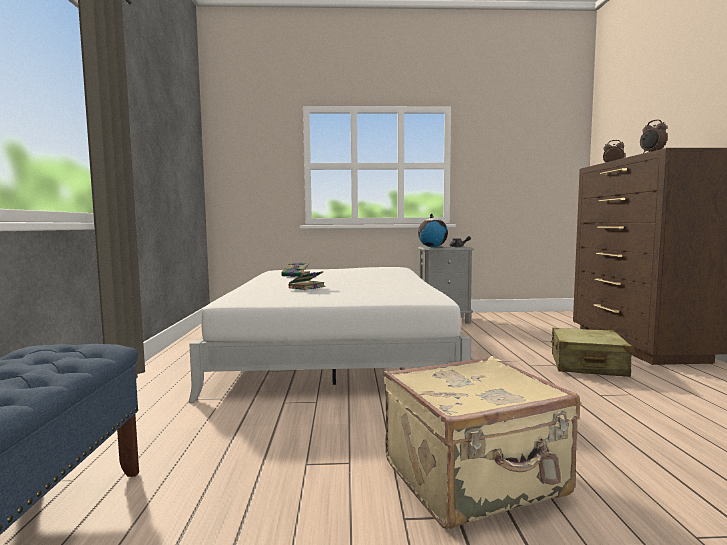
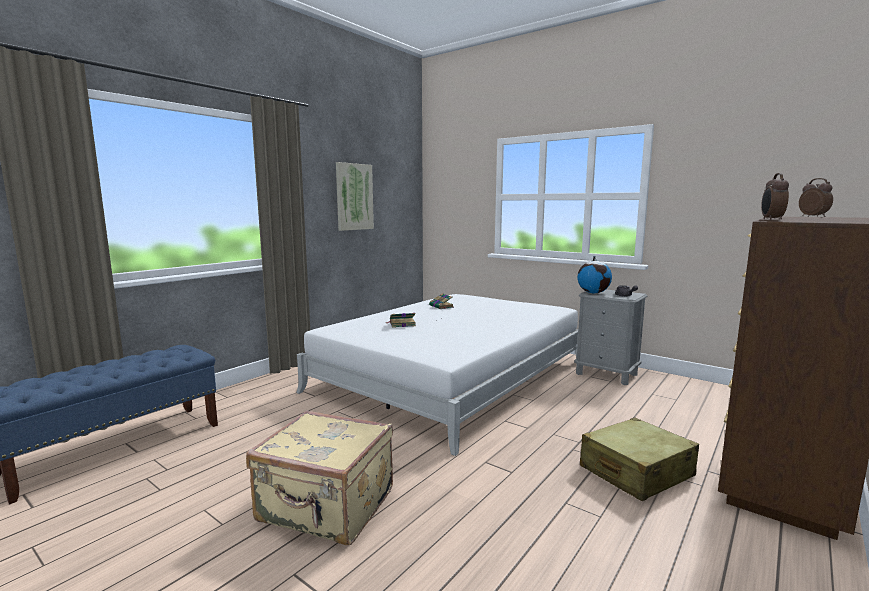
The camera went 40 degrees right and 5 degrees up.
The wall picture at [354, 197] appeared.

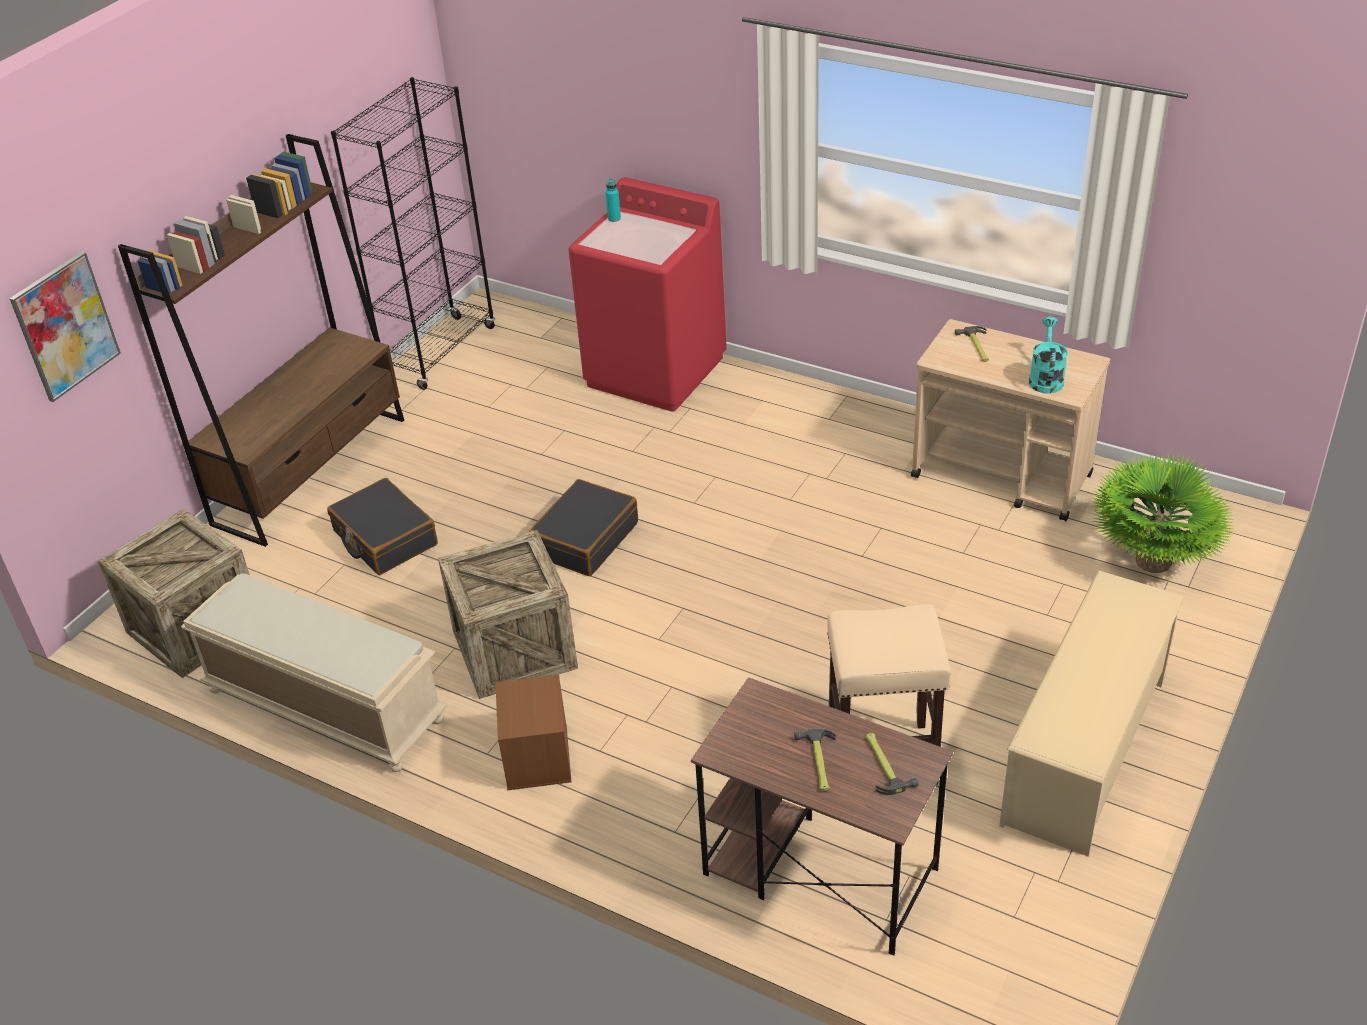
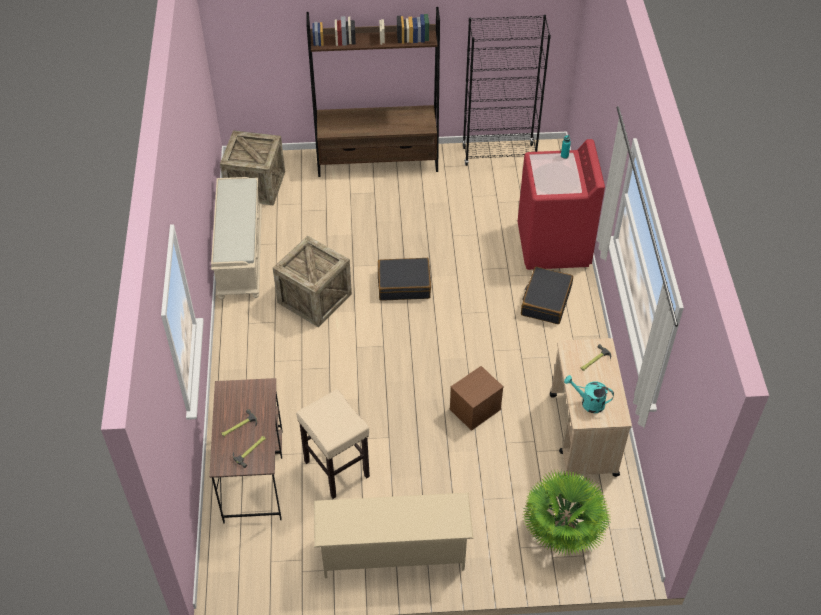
The camera went 55 degrees right and 10 degrees up.
The wall picture at [65, 326] disappeared.
The turquoise watering pot at [1045, 378] turned 135 degrees counterclockwise.
The black suitcase moved from [384, 538] to [545, 301].
The brown storage box moved from [538, 757] to [475, 410].

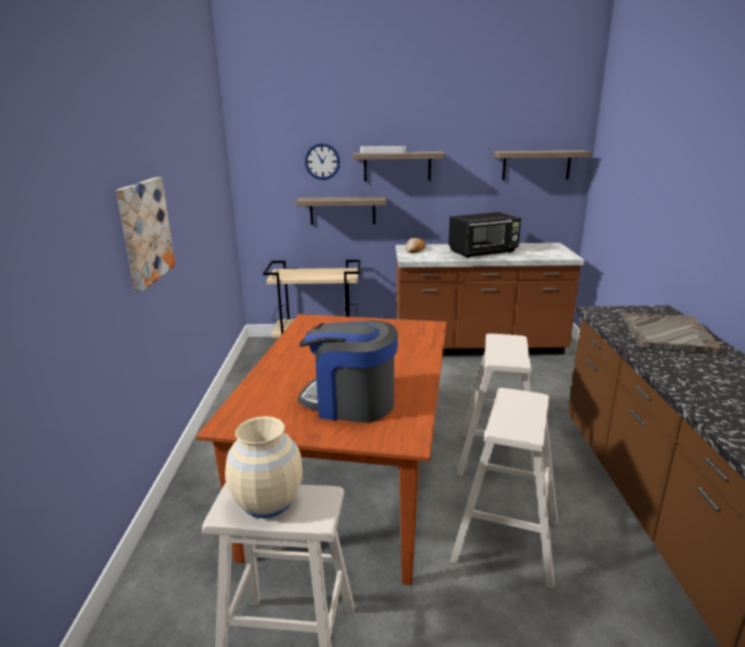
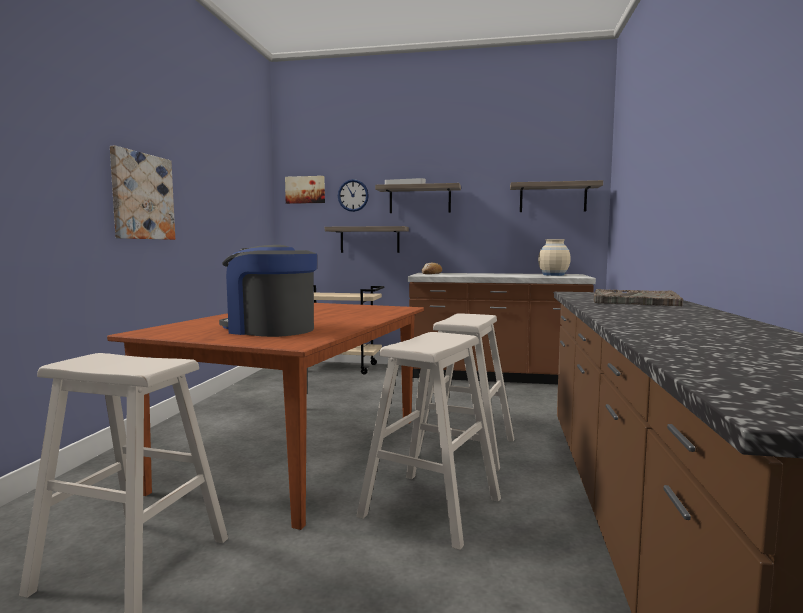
The camera went 10 degrees right and 15 degrees down.
The black kitchen microwave at [483, 252] disappeared.
The sand-coloured flower vase moved from [267, 501] to [553, 275].
The wall picture at [305, 190] appeared.

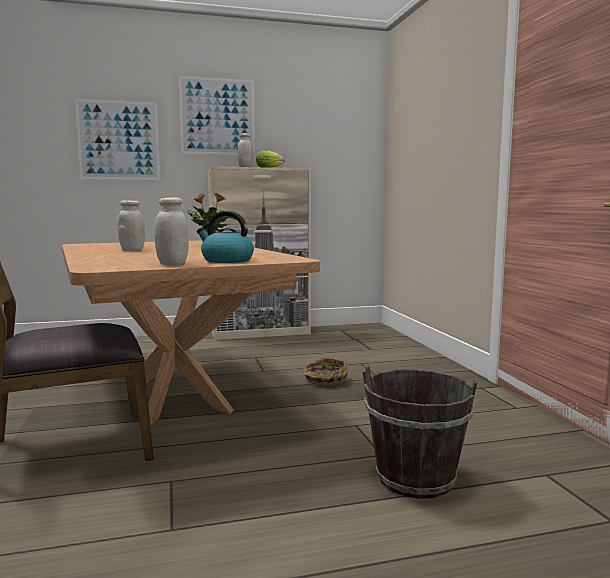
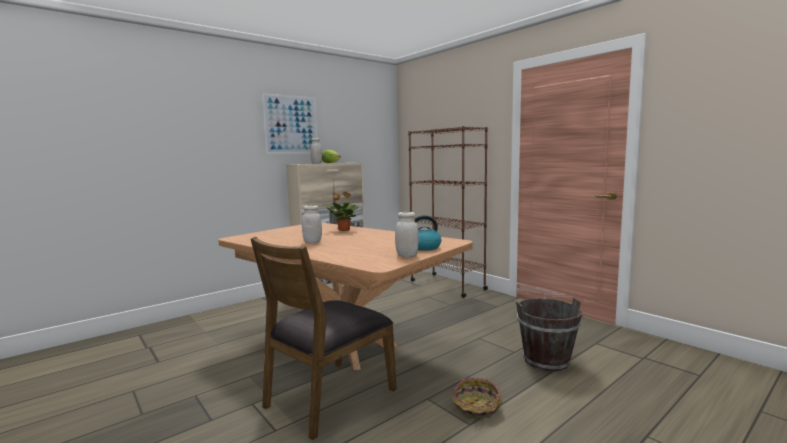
The camera went 25 degrees left and 0 degrees up.
The wall picture at [118, 140] disappeared.
The basket moved from [324, 380] to [476, 407].
The brown bookcase at [447, 285] appeared.

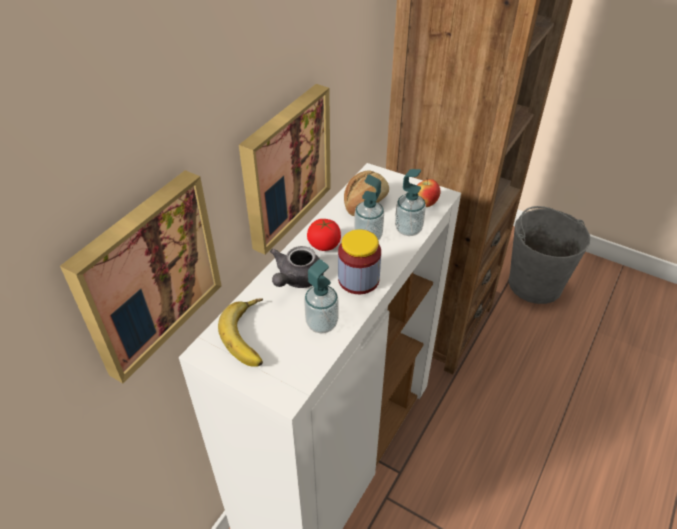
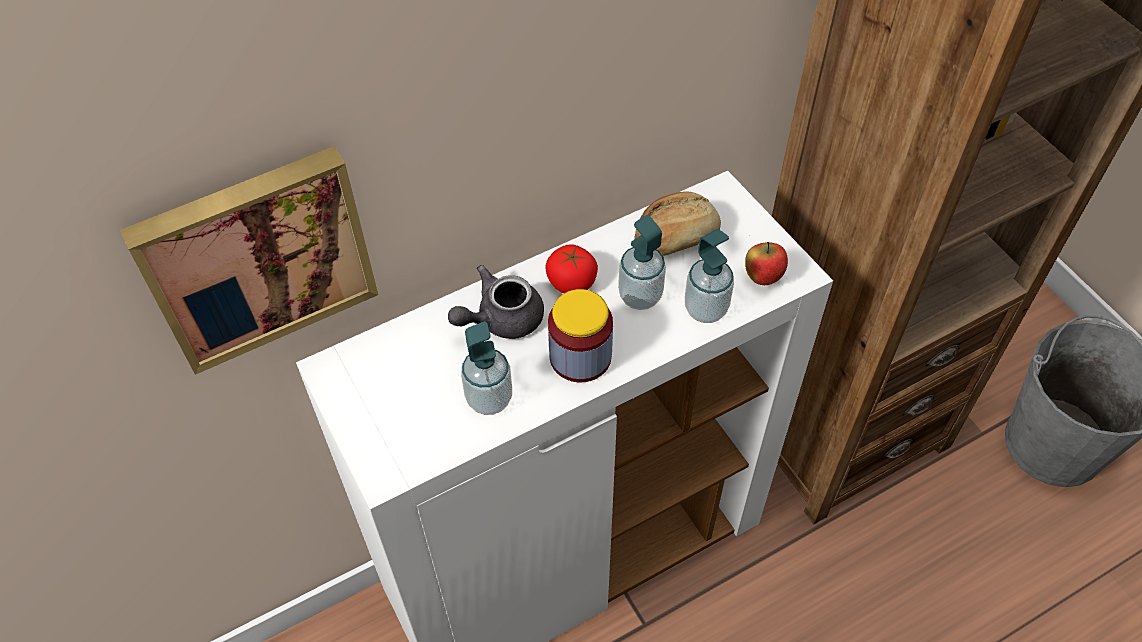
The camera went 30 degrees right and 10 degrees up.
The wall picture at [284, 167] disappeared.
The banana at [251, 335] disappeared.

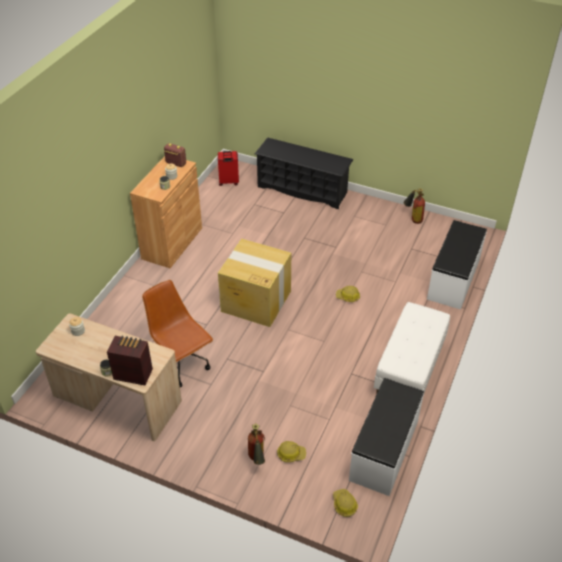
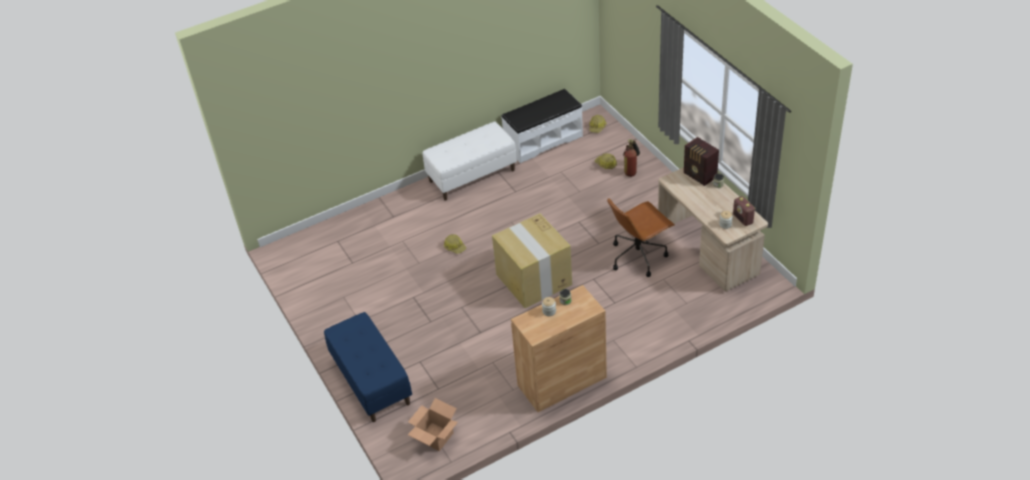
The camera went 140 degrees left and 0 degrees up.
The black shoe rack at [303, 190] was replaced by the bluish bench at [371, 381].
The radio moved from [175, 163] to [743, 219].
The red suitcase at [228, 182] was replaced by the cardboard box at [436, 436].
The fire extinguisher at [413, 218] disappeared.
The white bench at [454, 279] disappeared.
The brown desk chair at [181, 364] turned 60 degrees clockwise.

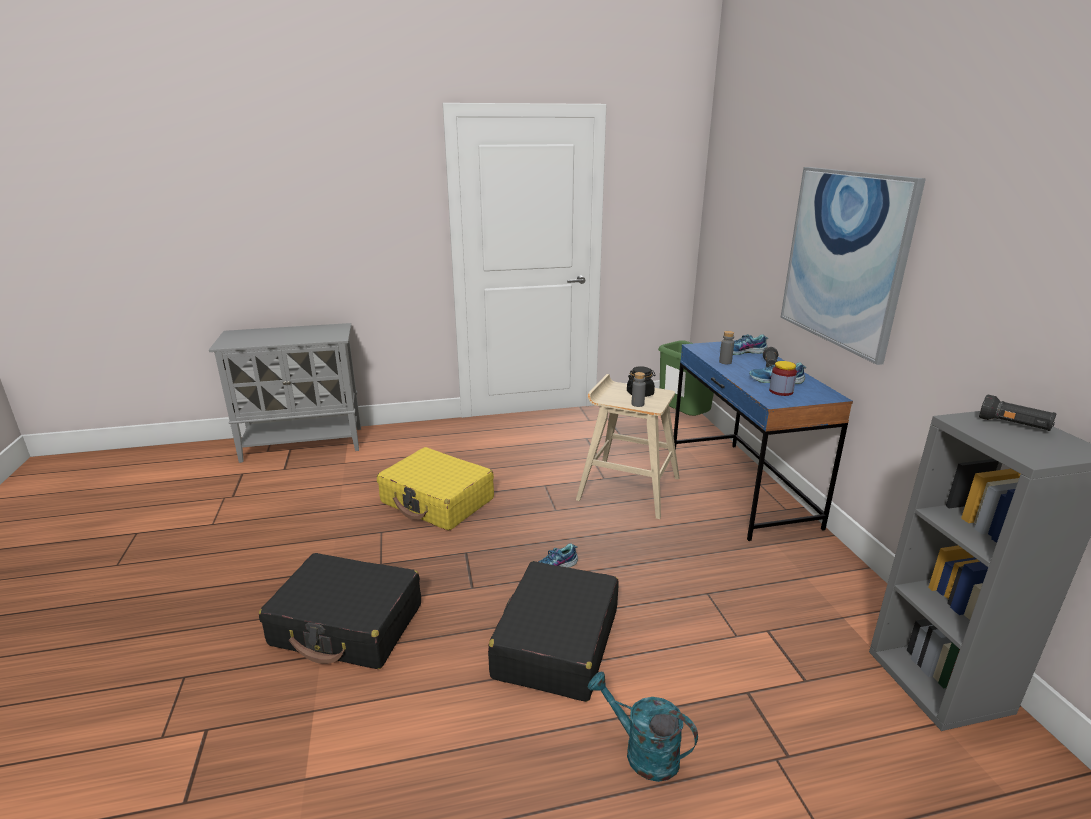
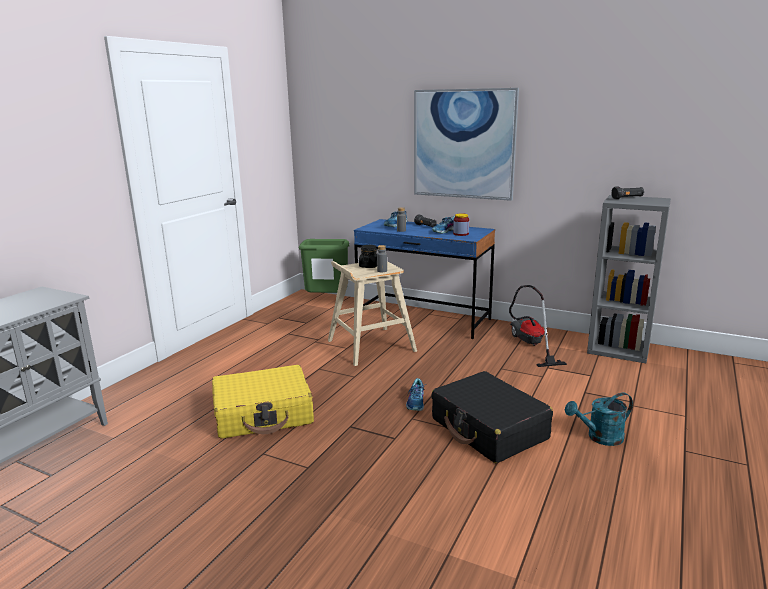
The camera went 50 degrees left and 5 degrees down.
The black suitcase at [347, 625] disappeared.
The vacuum cleaner at [529, 345] appeared.

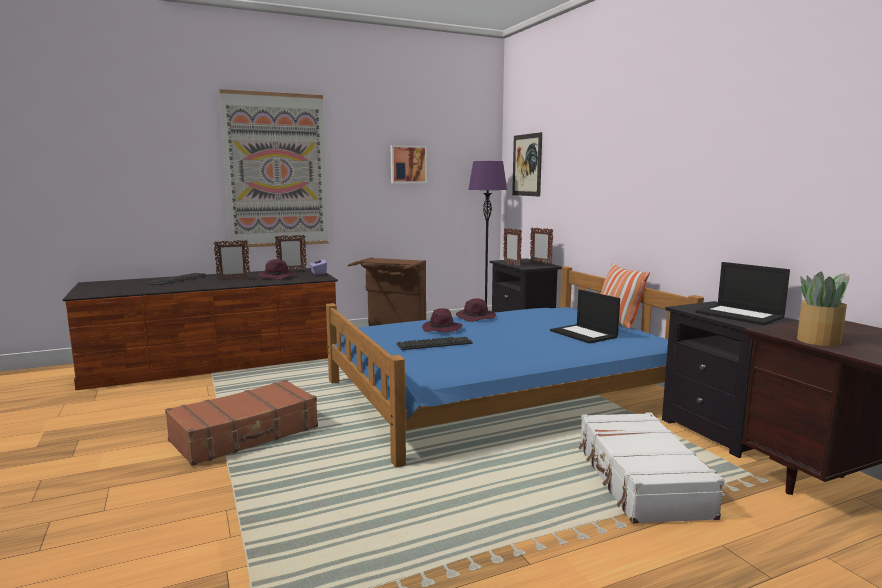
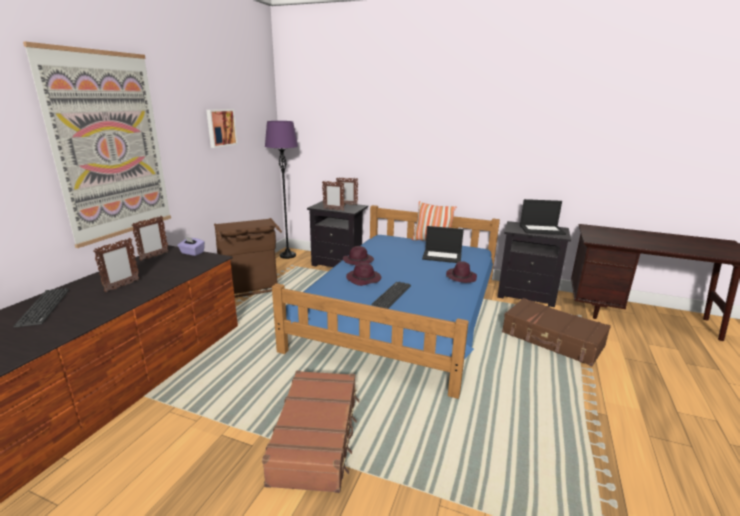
The camera went 45 degrees left and 10 degrees up.
The wall picture at [527, 165] disappeared.
The purplish wearable hat moved from [277, 277] to [460, 277].
The plant in a pot at [819, 340] disappeared.
The white suitcase at [640, 480] became the brown suitcase at [552, 339].

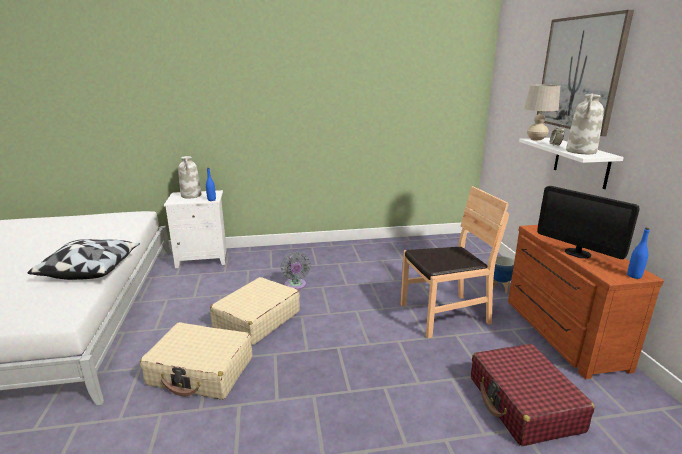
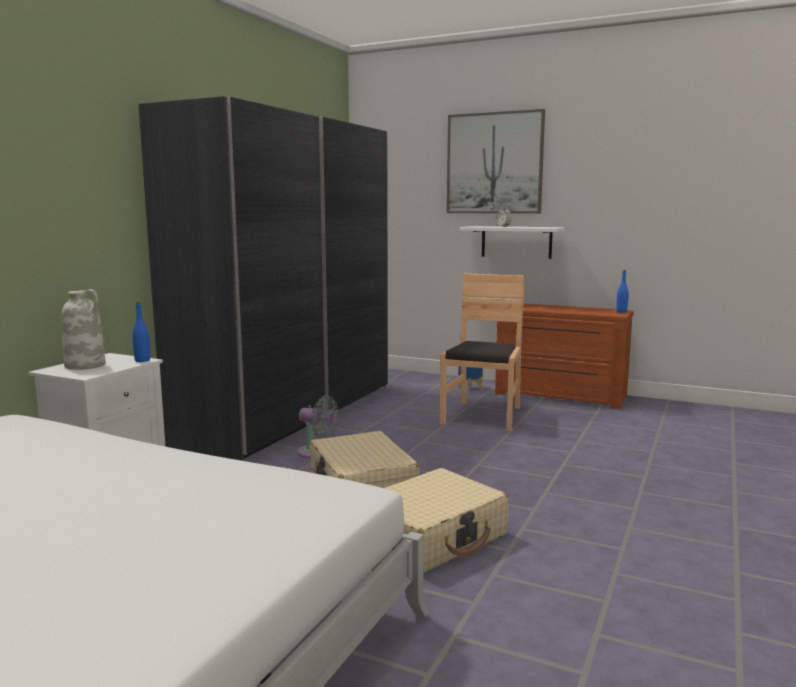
The camera went 55 degrees left and 10 degrees down.
The sand-coloured table lamp at [536, 139] disappeared.
The white flower vase at [581, 151] disappeared.
The monitor at [577, 253] disappeared.
The throw pillow at [91, 269] disappeared.
The red suitcase at [524, 404] disappeared.
The gray wardrobe at [290, 413] appeared.

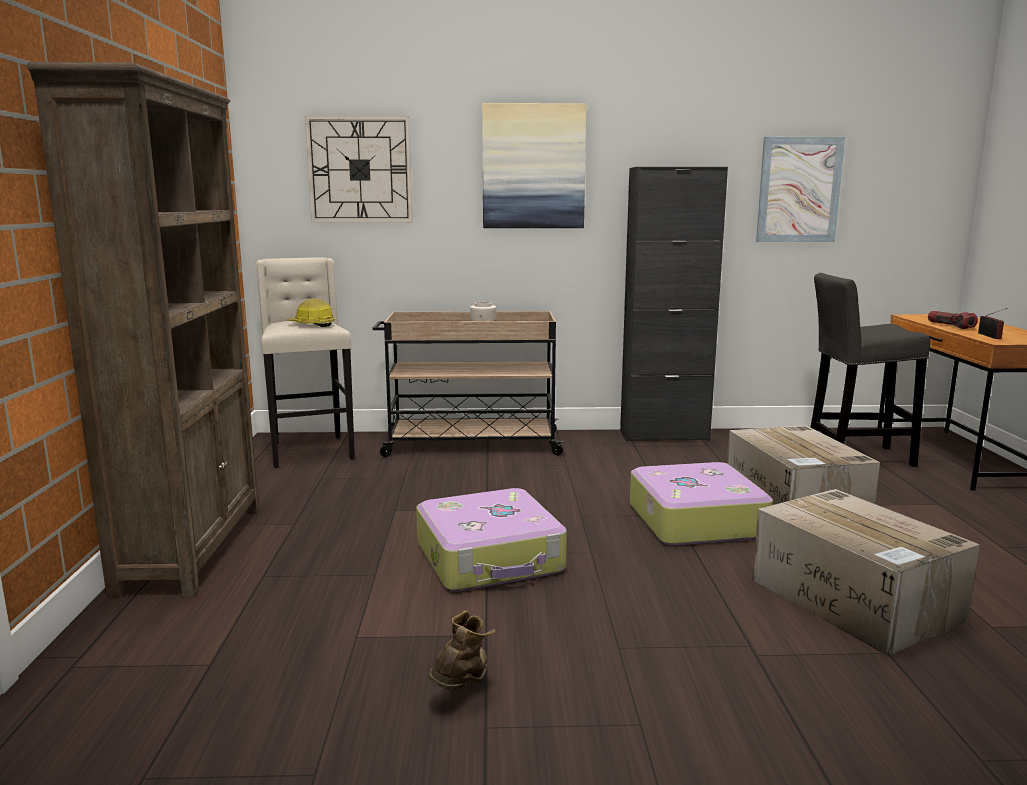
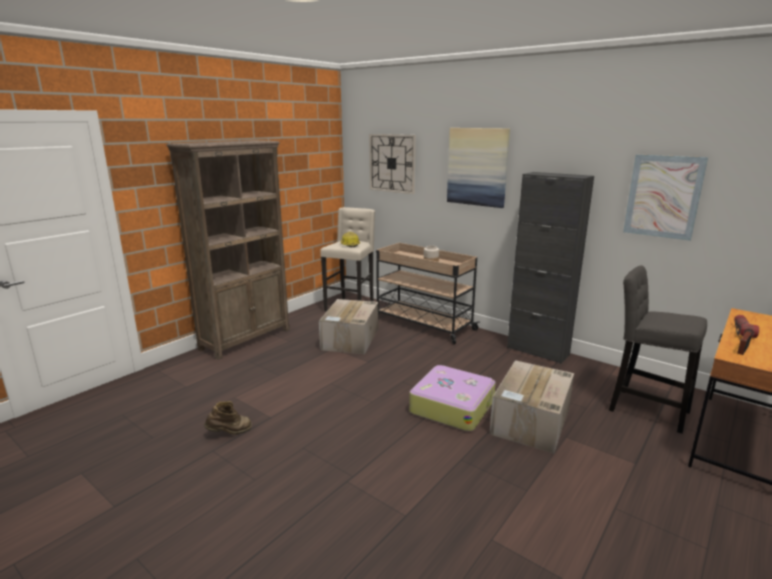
The camera went 40 degrees right and 5 degrees up.
The suitcase at [490, 558] disappeared.
The cardboard box moved from [856, 600] to [350, 339].

